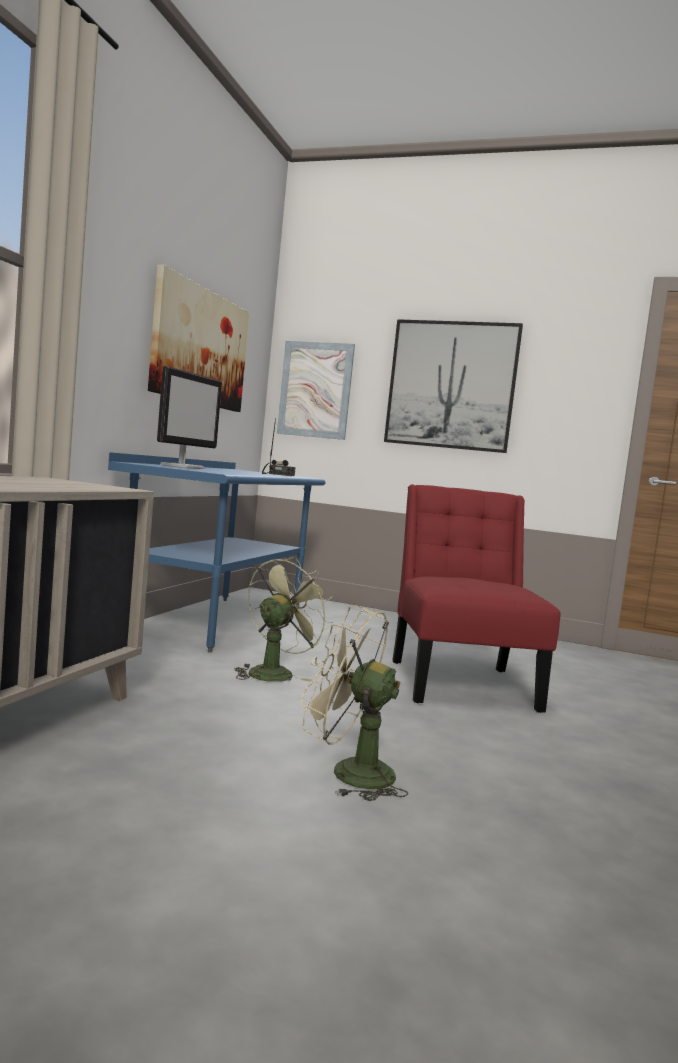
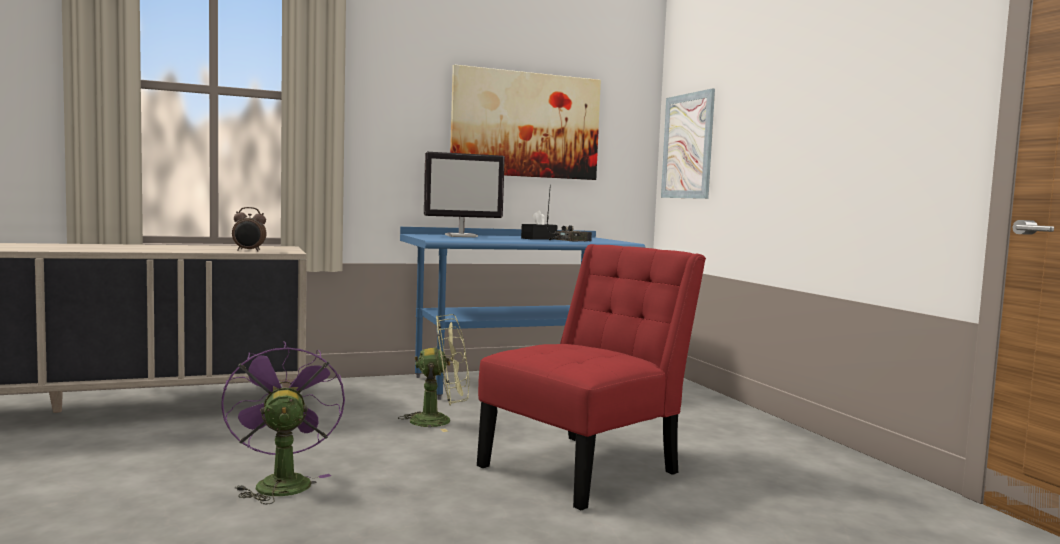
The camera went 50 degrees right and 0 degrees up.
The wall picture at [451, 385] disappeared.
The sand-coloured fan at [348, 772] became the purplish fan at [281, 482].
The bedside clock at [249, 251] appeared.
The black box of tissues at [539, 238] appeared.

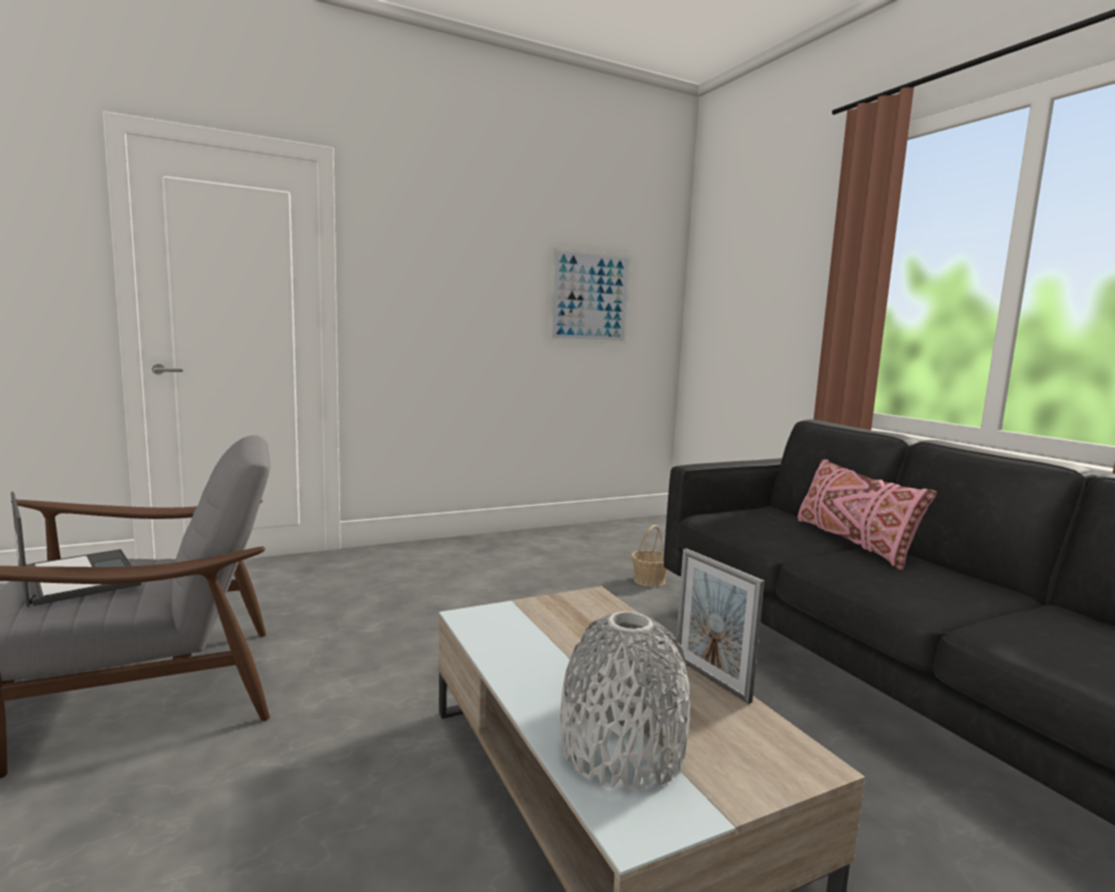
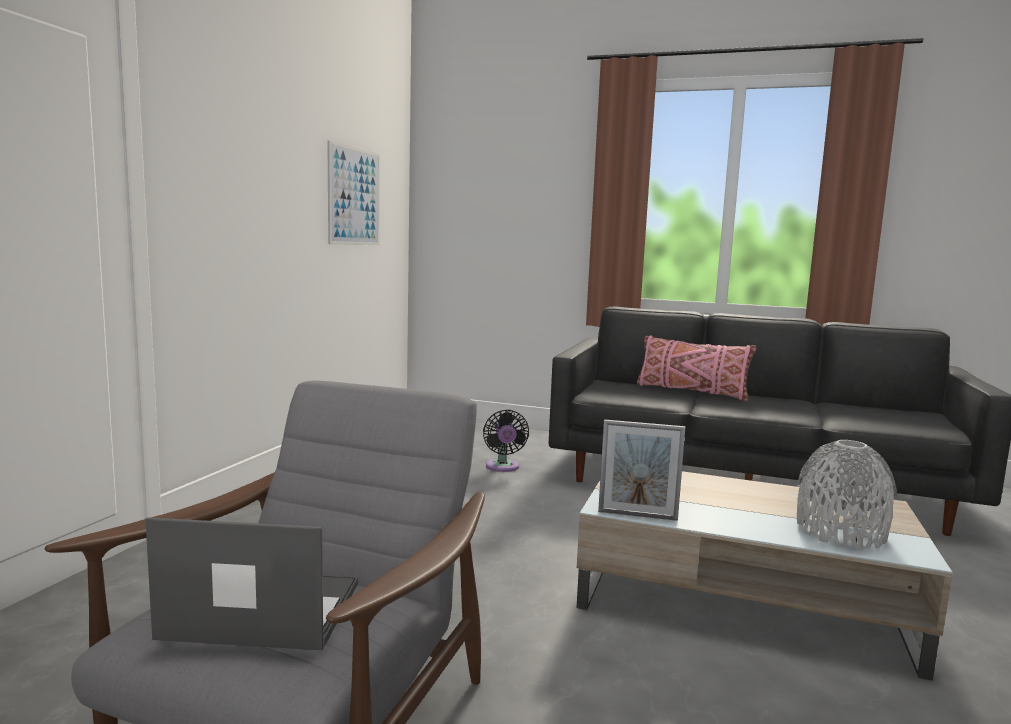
The camera went 45 degrees left and 0 degrees up.
The basket at [649, 580] was replaced by the black fan at [502, 467].
The picture frame moved from [711, 678] to [637, 515].

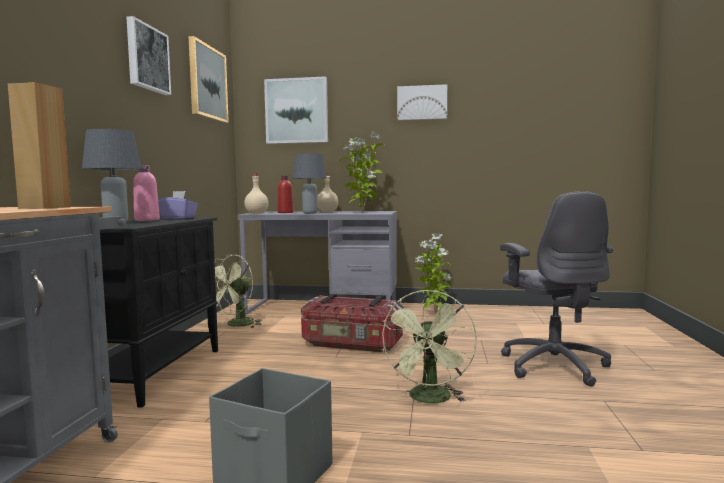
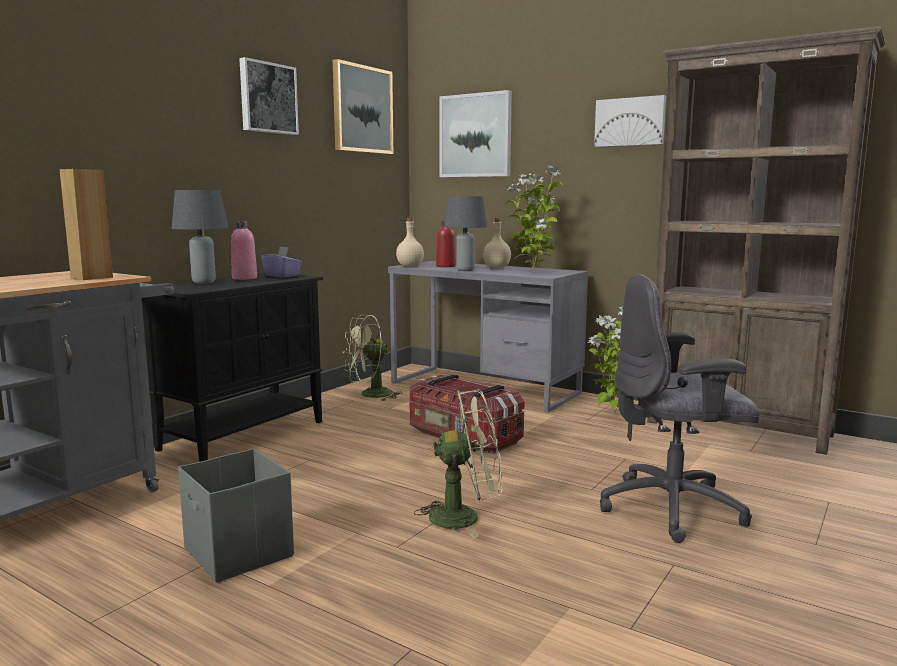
The camera went 25 degrees right and 5 degrees up.
The gray desk chair at [553, 365] turned 75 degrees clockwise.
The green-coloured fan at [430, 400] turned 135 degrees counterclockwise.
The brown bookcase at [739, 428] appeared.

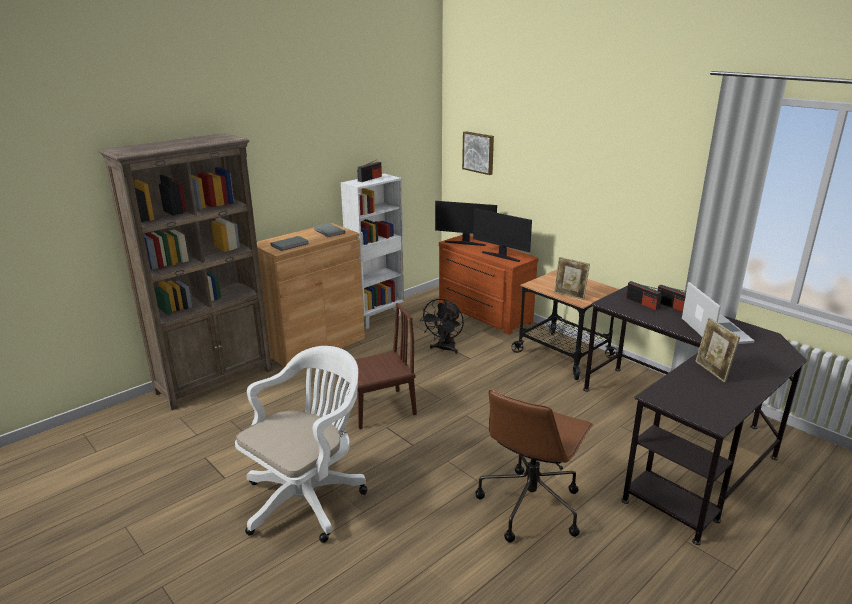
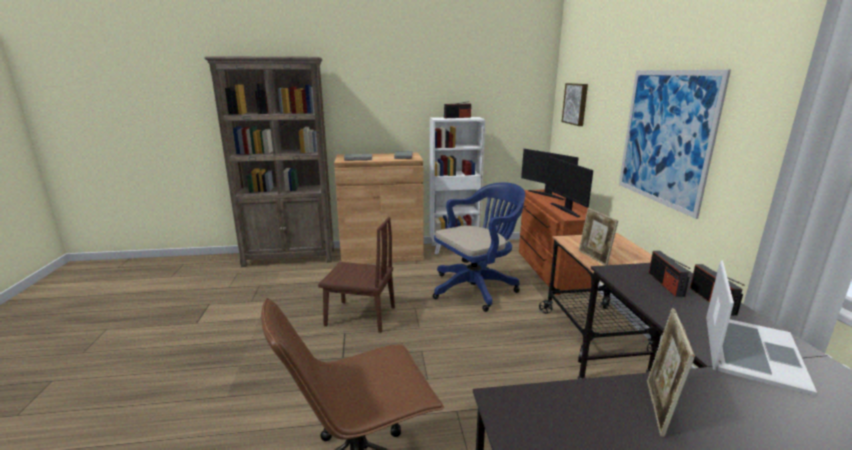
The camera went 35 degrees right and 5 degrees down.
The black fan at [444, 349] was replaced by the bluish desk chair at [477, 288].
The white desk chair at [308, 497] disappeared.
The wall picture at [665, 137] appeared.

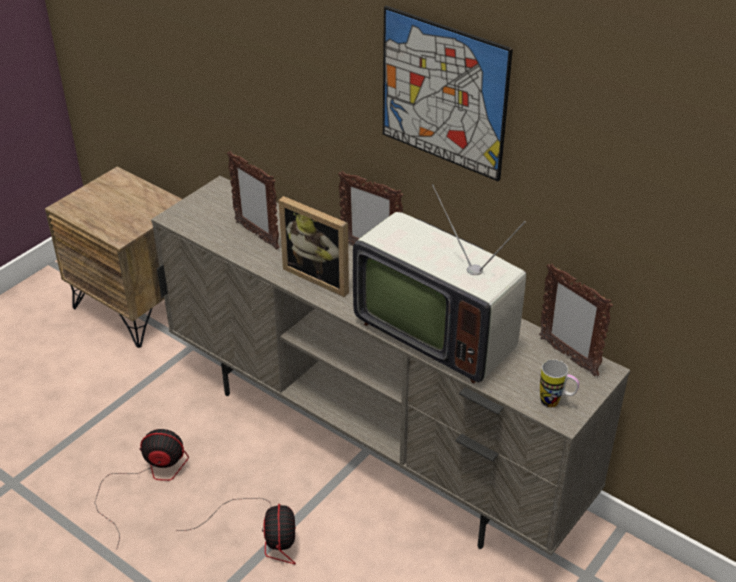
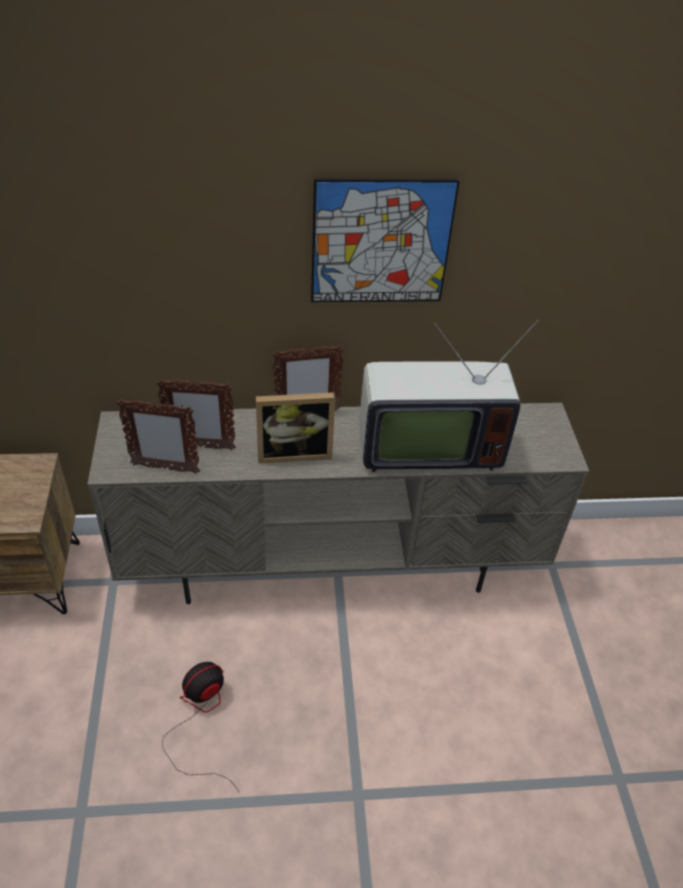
The camera went 45 degrees left and 5 degrees up.
The picture frame moved from [567, 356] to [164, 468].
The tea mug at [556, 403] disappeared.
The fan at [263, 535] disappeared.

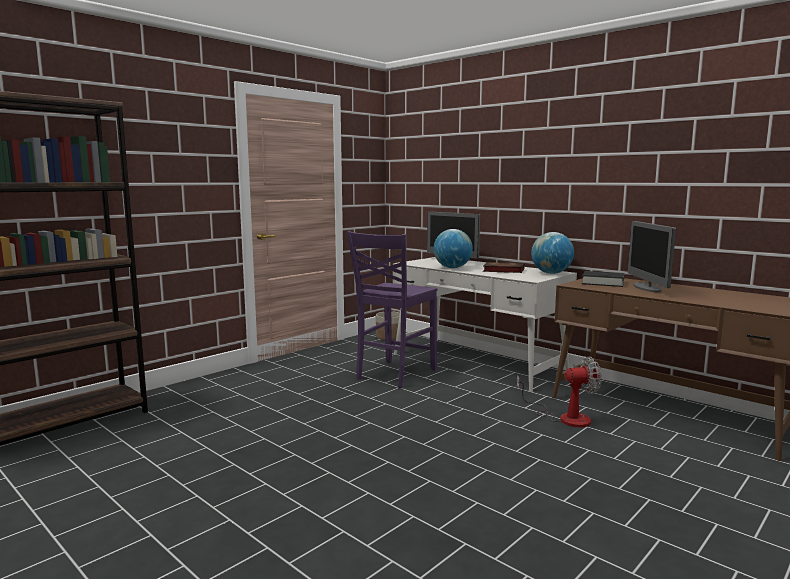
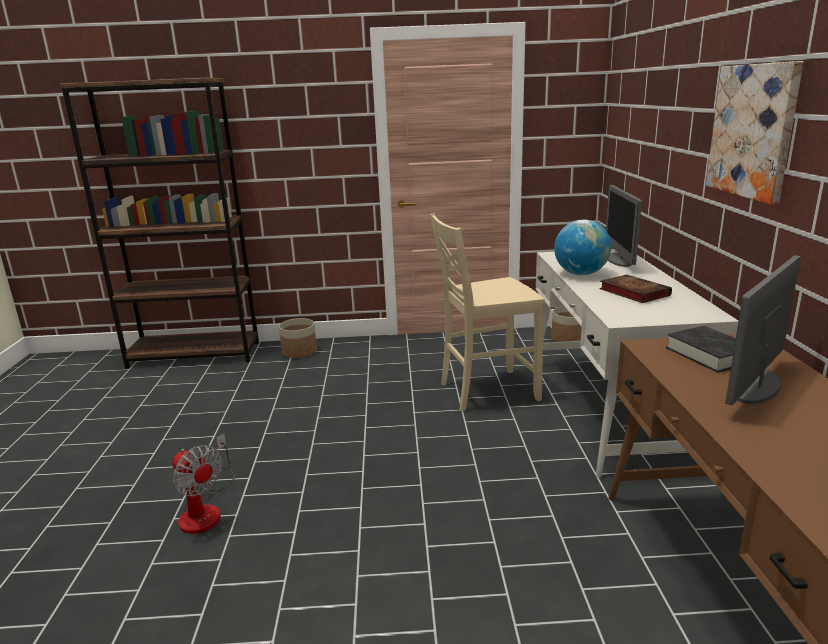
The camera went 45 degrees right and 10 degrees up.
The purplish plain chair at [394, 374] became the sand-coloured plain chair at [486, 391].
The globe at [551, 273] disappeared.
The fan moved from [565, 417] to [205, 510].
The wall picture at [753, 131] appeared.
The flower pot at [299, 352] appeared.

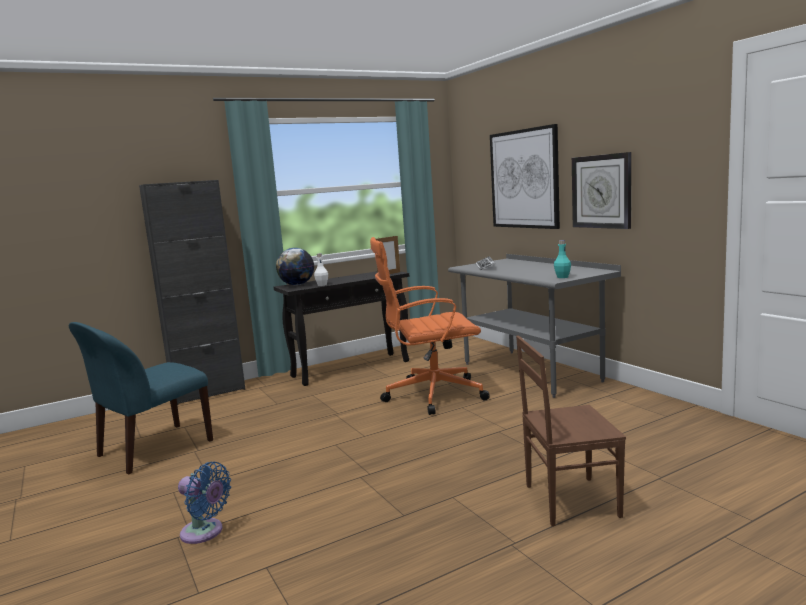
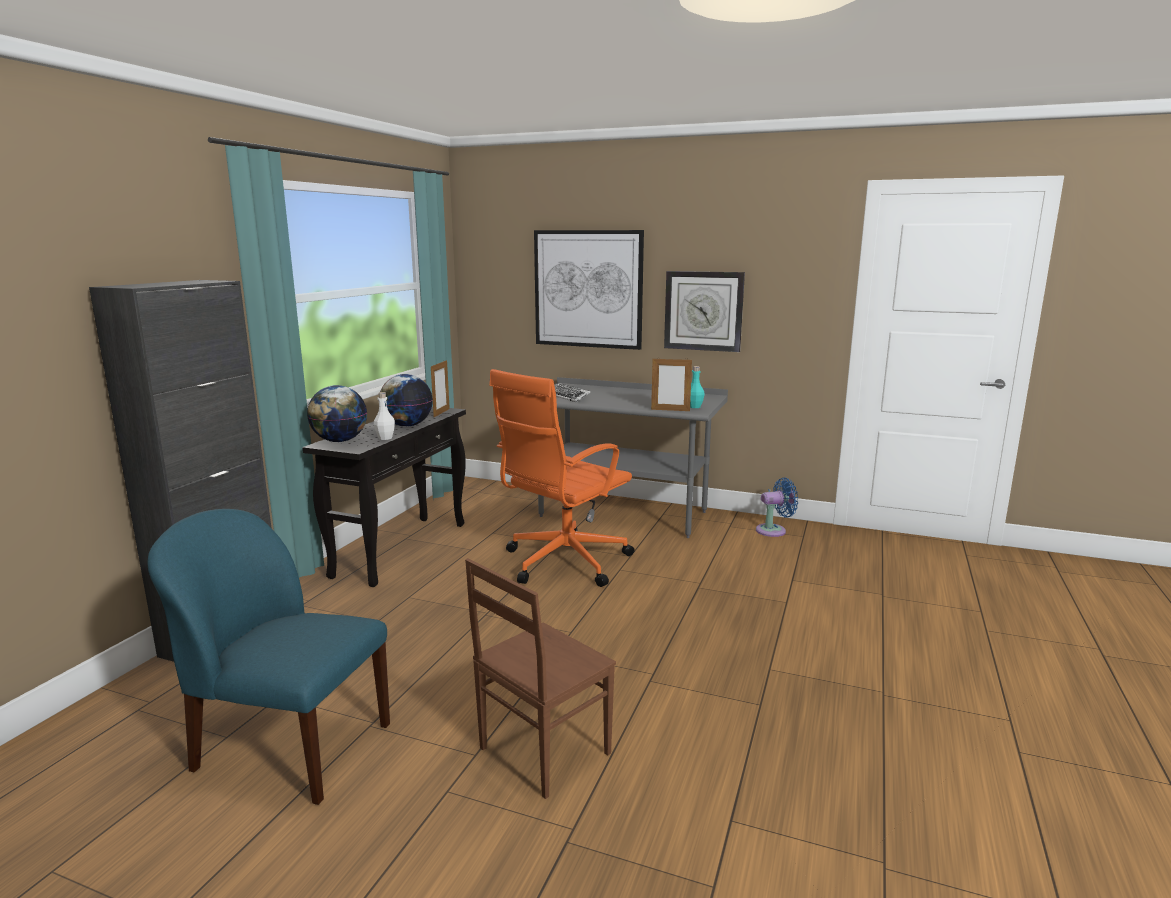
The camera went 40 degrees left and 5 degrees up.
The bluish plain chair at [153, 449] turned 105 degrees clockwise.
The brown plain chair moved from [569, 500] to [542, 751].
The bluish fan moved from [205, 532] to [774, 530].
The picture frame at [670, 410] appeared.
The globe at [407, 425] appeared.

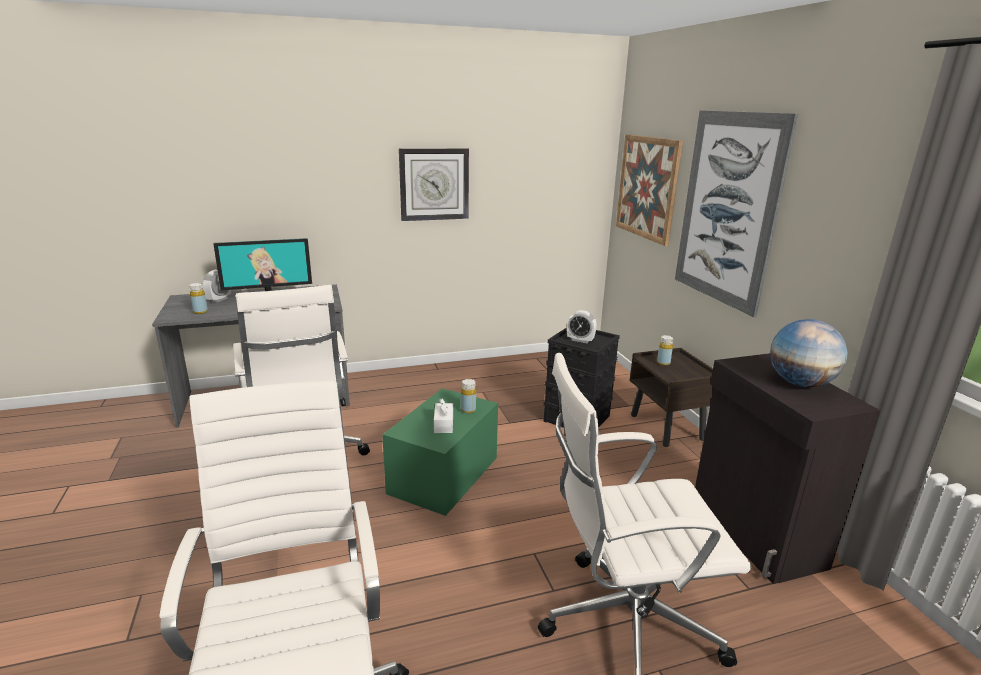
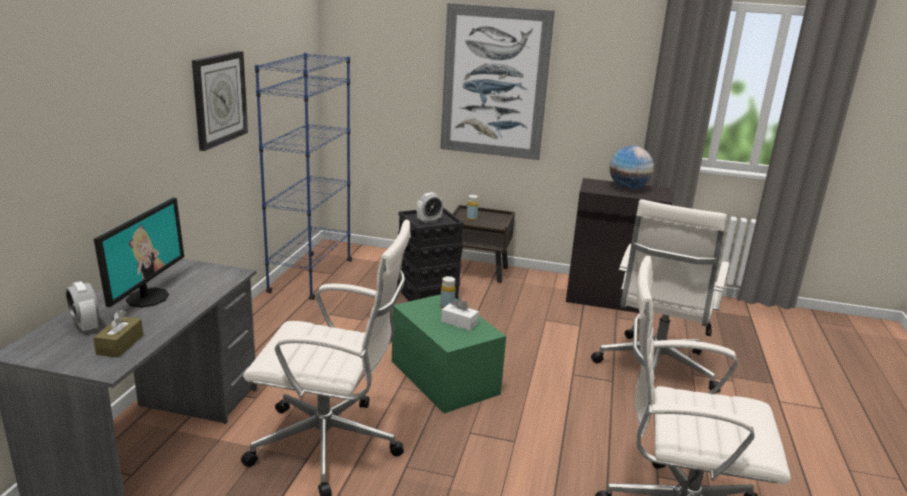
The camera went 60 degrees left and 0 degrees up.
The wall picture at [647, 187] disappeared.
The yellowish bottle at [200, 312] was replaced by the brown box of tissues at [120, 345].
The bluish bookcase at [310, 276] appeared.

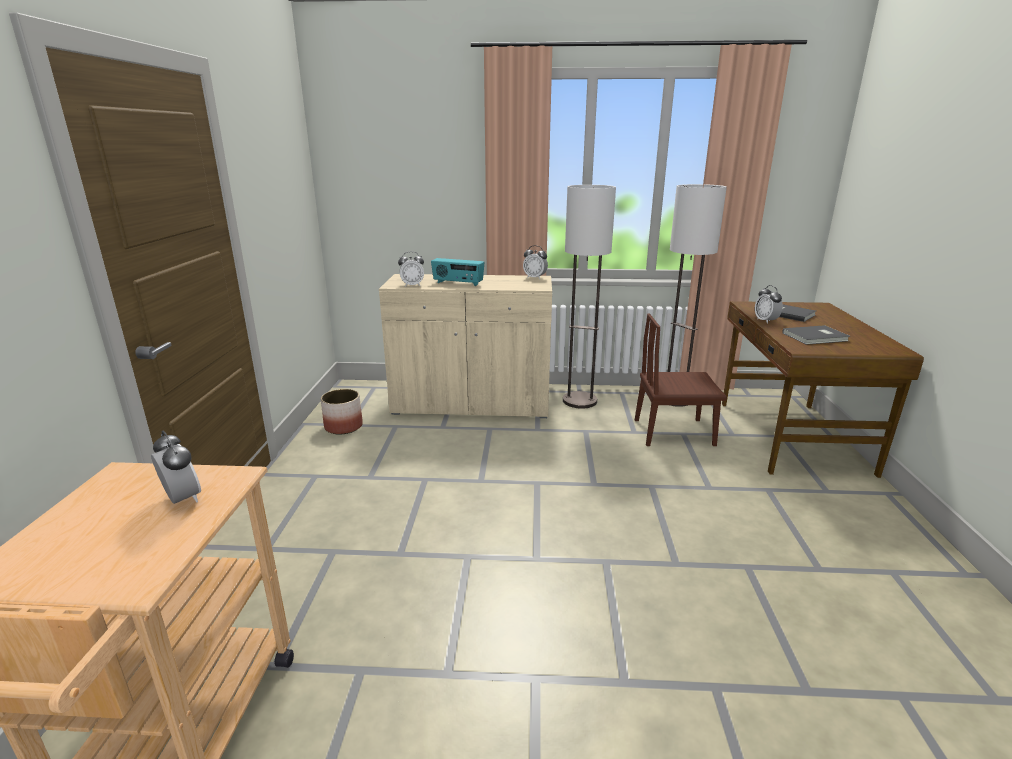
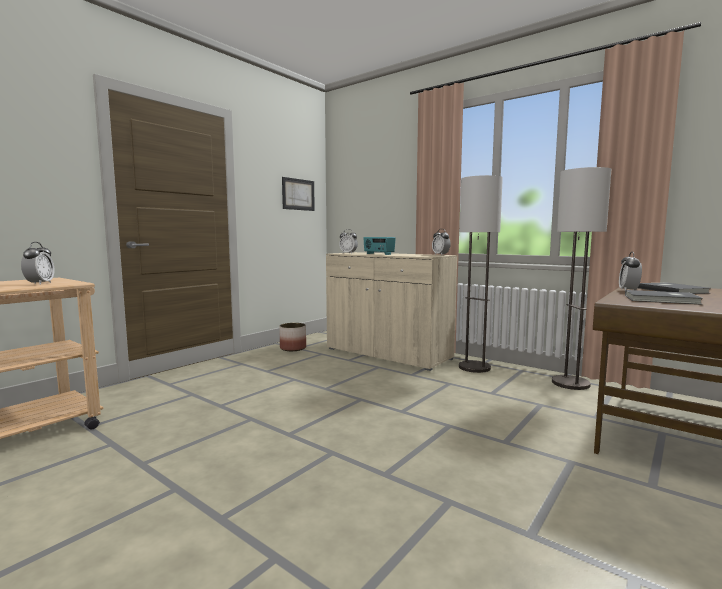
The camera went 35 degrees right and 15 degrees down.
The brown plain chair at [674, 432] disappeared.
The wall picture at [298, 194] appeared.

